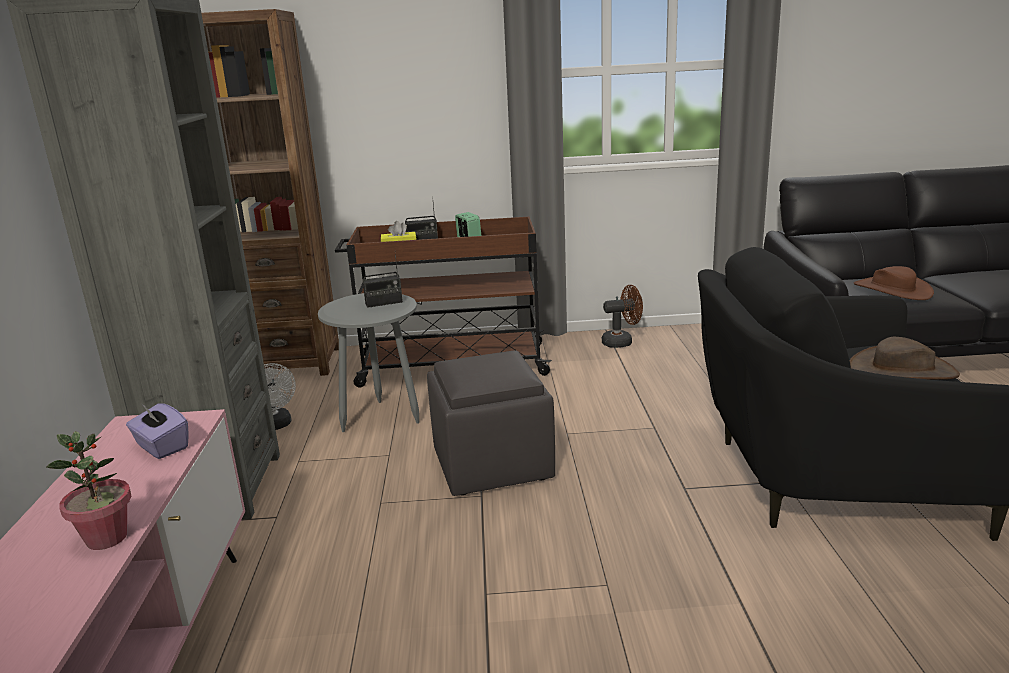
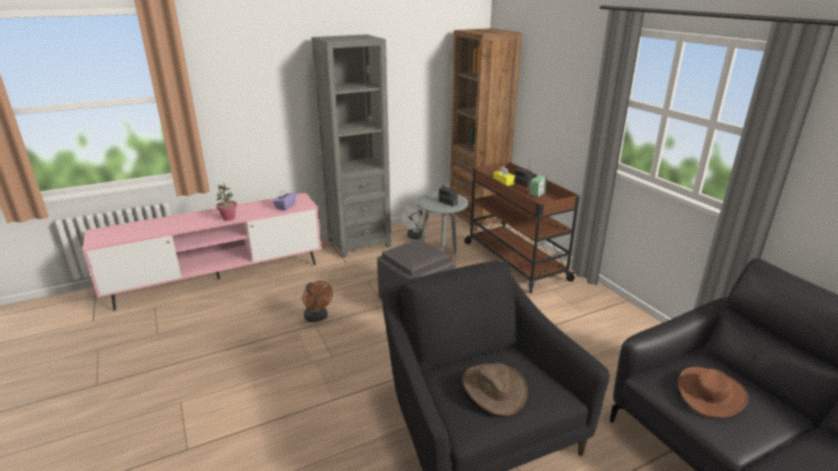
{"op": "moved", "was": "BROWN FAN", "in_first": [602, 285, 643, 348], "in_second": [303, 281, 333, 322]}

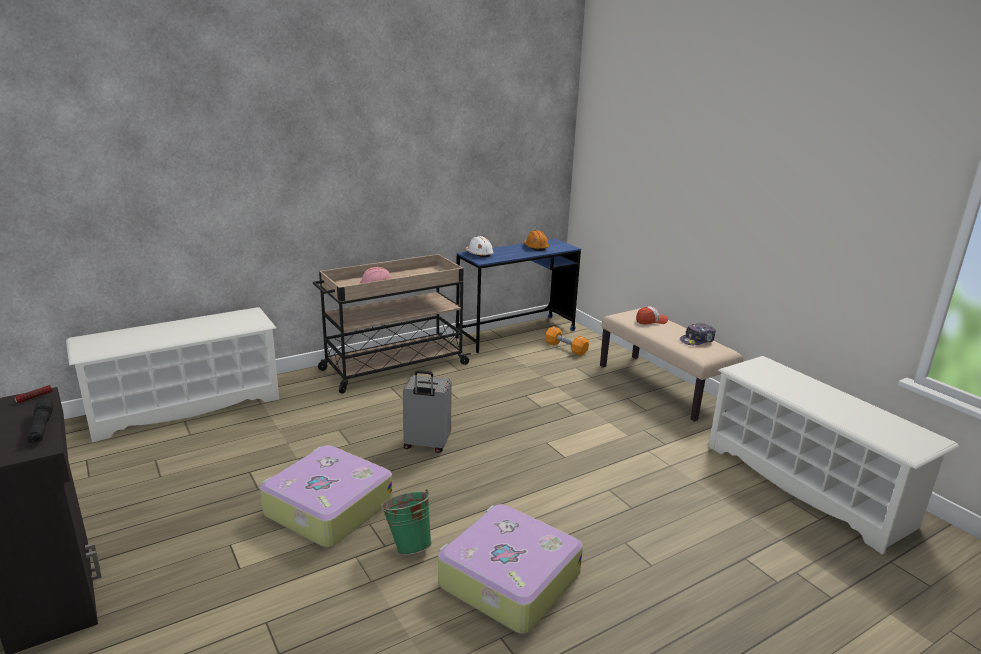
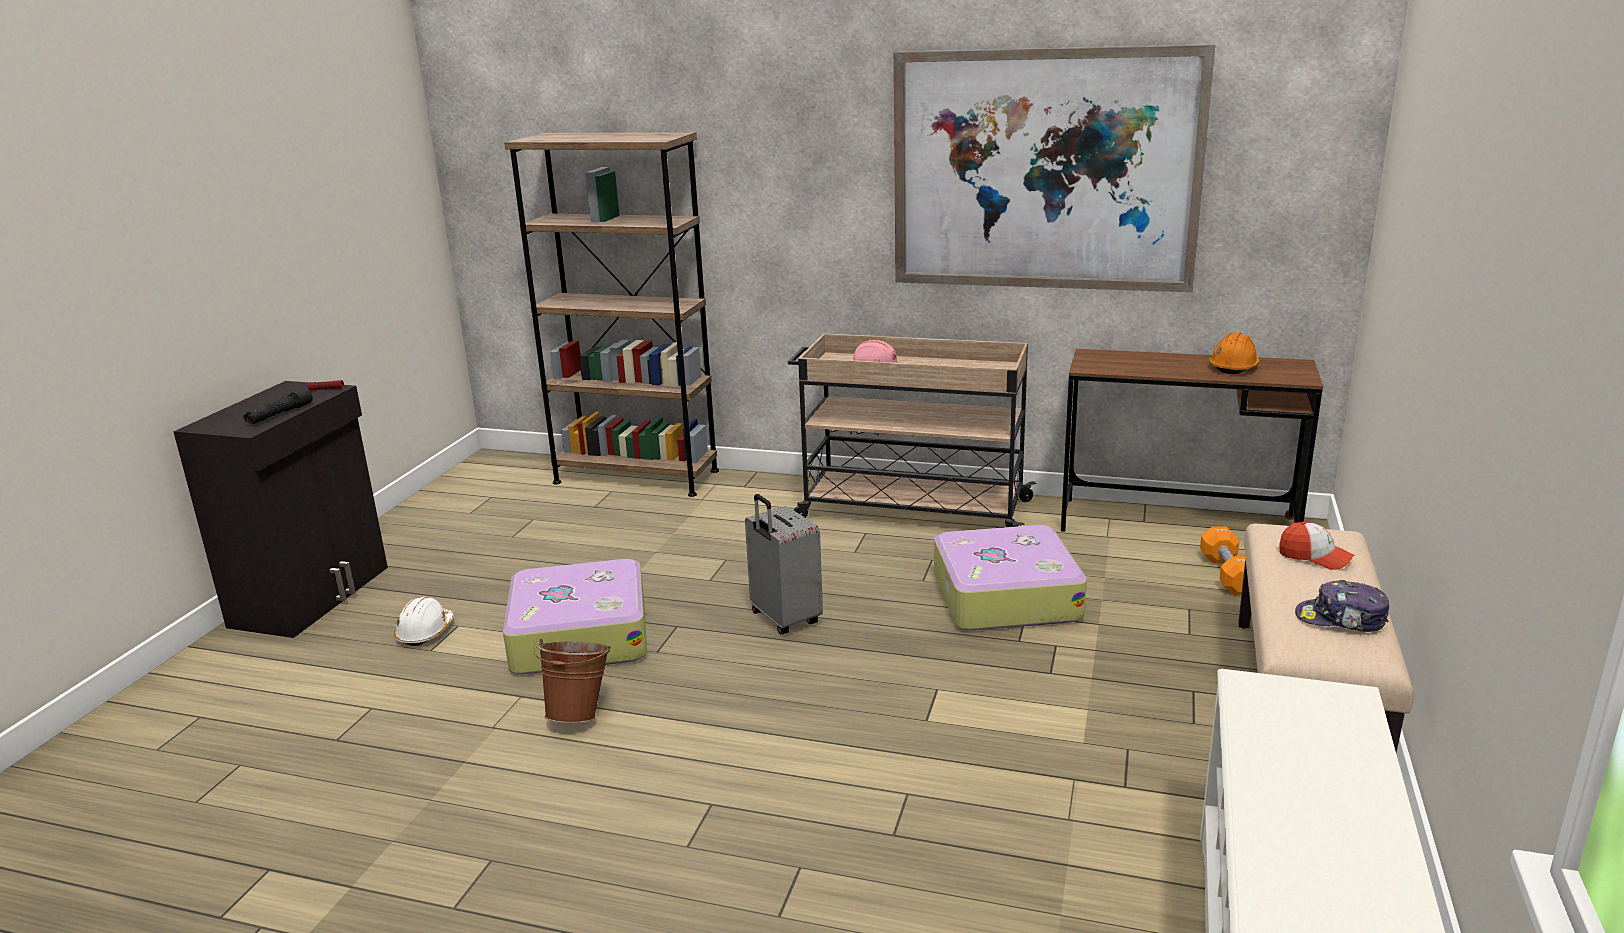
{"op": "moved", "was": "WHITE HARD HAT", "in_first": [465, 236, 494, 258], "in_second": [394, 597, 454, 646]}
{"op": "replaced", "was": "WHITE SHOE RACK", "now": "BROWN BOOKCASE", "in_first": [66, 307, 279, 442], "in_second": [504, 132, 719, 497]}
{"op": "recoloured", "was": "GREEN BUCKET", "now": "BROWN BUCKET", "in_first": [380, 489, 433, 555], "in_second": [534, 639, 610, 723]}
{"op": "added", "now": "PICTURE", "in_second": [894, 44, 1216, 292]}
{"op": "moved", "was": "SUITCASE", "in_first": [438, 504, 583, 634], "in_second": [934, 525, 1087, 631]}
{"op": "recoloured", "was": "BLUE DESK", "now": "BROWN DESK", "in_first": [456, 239, 581, 353], "in_second": [1061, 349, 1323, 532]}

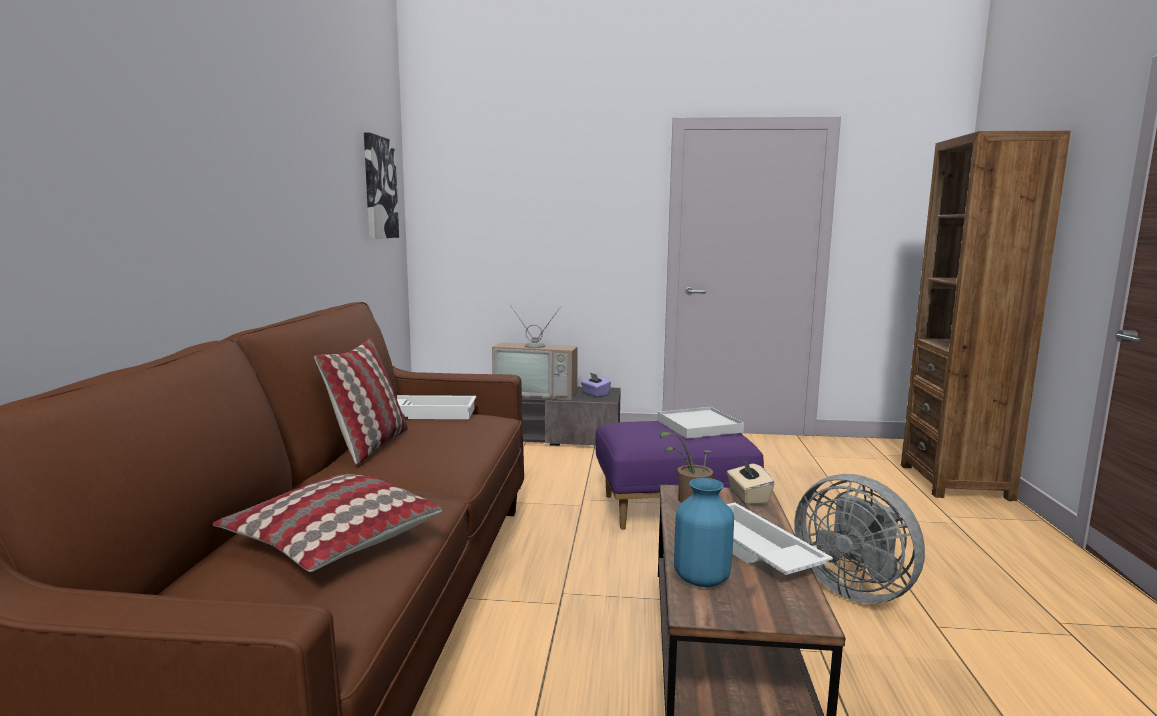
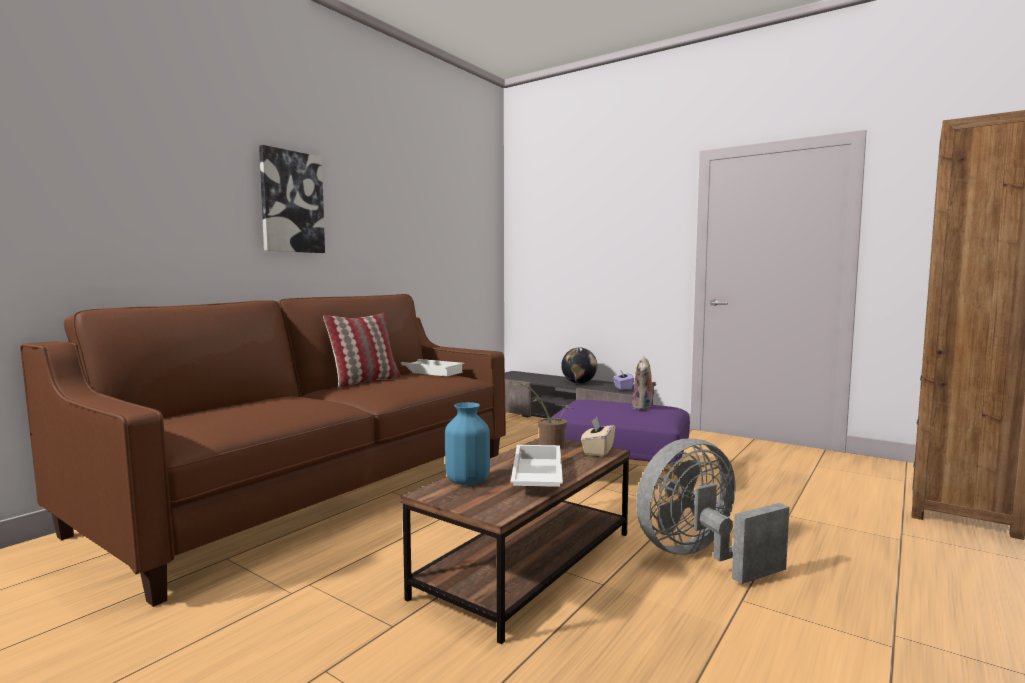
{"op": "moved", "was": "PICTURE", "in_first": [364, 132, 399, 239], "in_second": [259, 145, 325, 253]}
{"op": "replaced", "was": "TELEVISION", "now": "GLOBE", "in_first": [492, 305, 578, 400], "in_second": [561, 348, 597, 384]}
{"op": "replaced", "was": "WHITE TRAY", "now": "PLUSH TOY", "in_first": [657, 407, 744, 439], "in_second": [632, 356, 656, 410]}
{"op": "turned", "was": "GREY FAN", "in_first": [794, 474, 925, 604], "in_second": [636, 438, 790, 584], "clockwise": 75}
{"op": "removed", "was": "PILLOW", "in_first": [213, 474, 442, 572]}

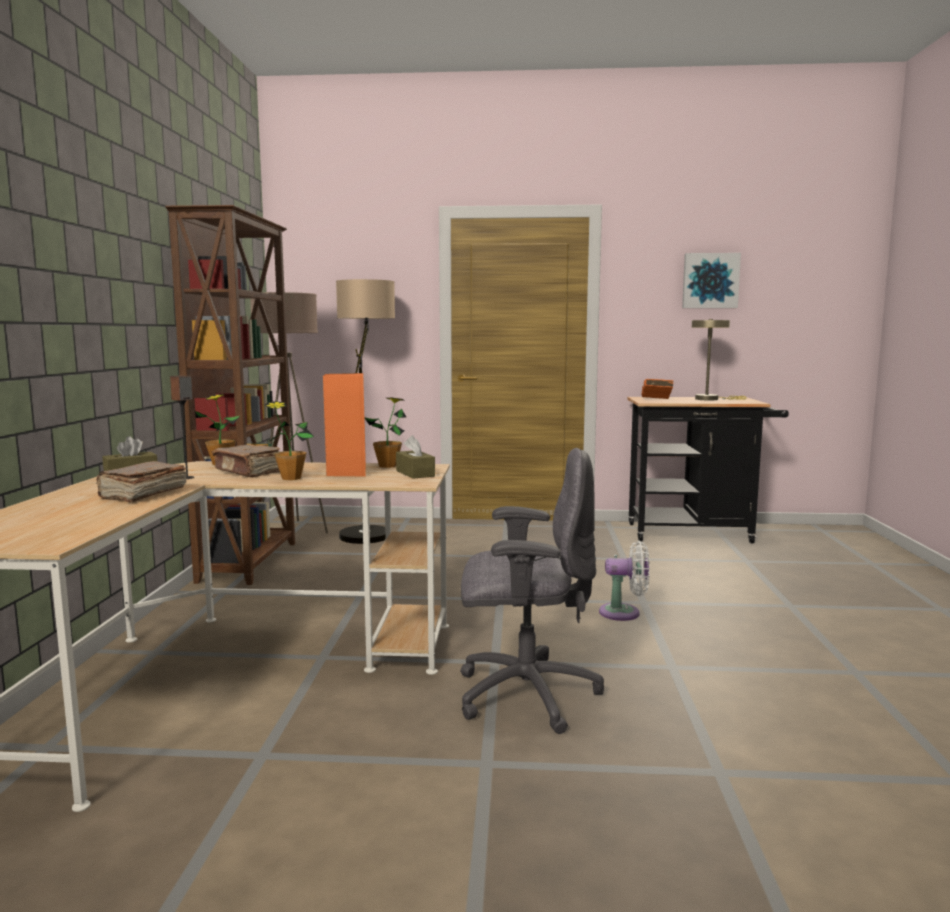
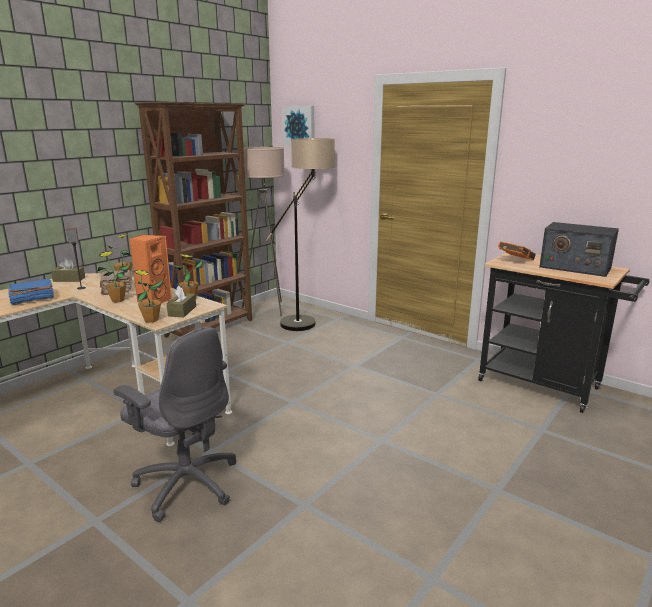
{"op": "recoloured", "was": "BROWN BOOK", "now": "BLUE BOOK", "in_first": [96, 461, 187, 503], "in_second": [8, 279, 54, 305]}
{"op": "added", "now": "POTTED PLANT", "in_second": [133, 270, 163, 323]}
{"op": "moved", "was": "PICTURE", "in_first": [682, 253, 741, 308], "in_second": [282, 106, 314, 146]}
{"op": "replaced", "was": "BEIGE TABLE LAMP", "now": "RADIO", "in_first": [692, 319, 747, 401], "in_second": [539, 222, 619, 277]}
{"op": "removed", "was": "WHITE FAN", "in_first": [599, 541, 650, 621]}

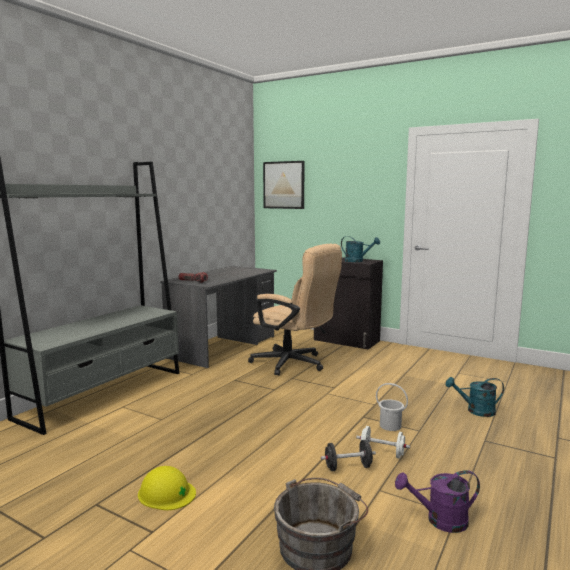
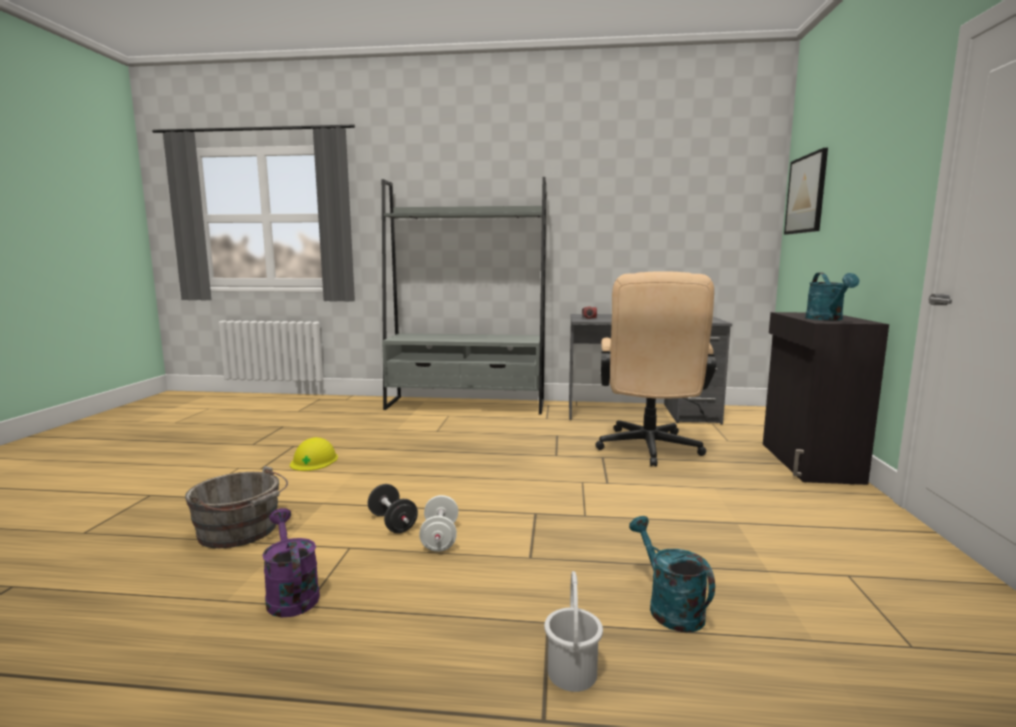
{"op": "moved", "was": "WHITE BUCKET", "in_first": [376, 383, 408, 431], "in_second": [544, 571, 603, 692]}

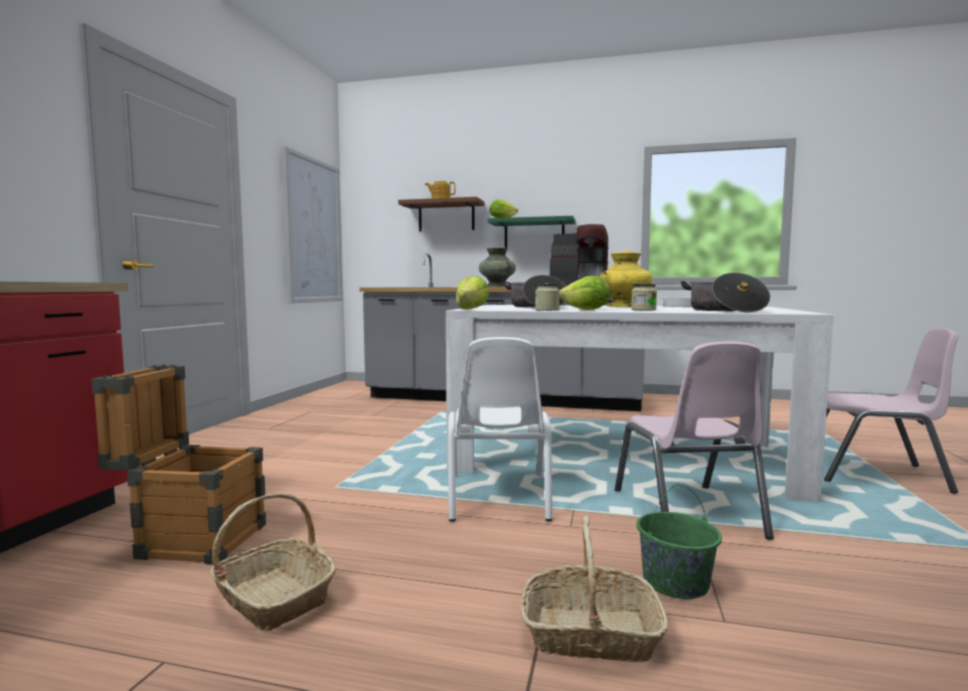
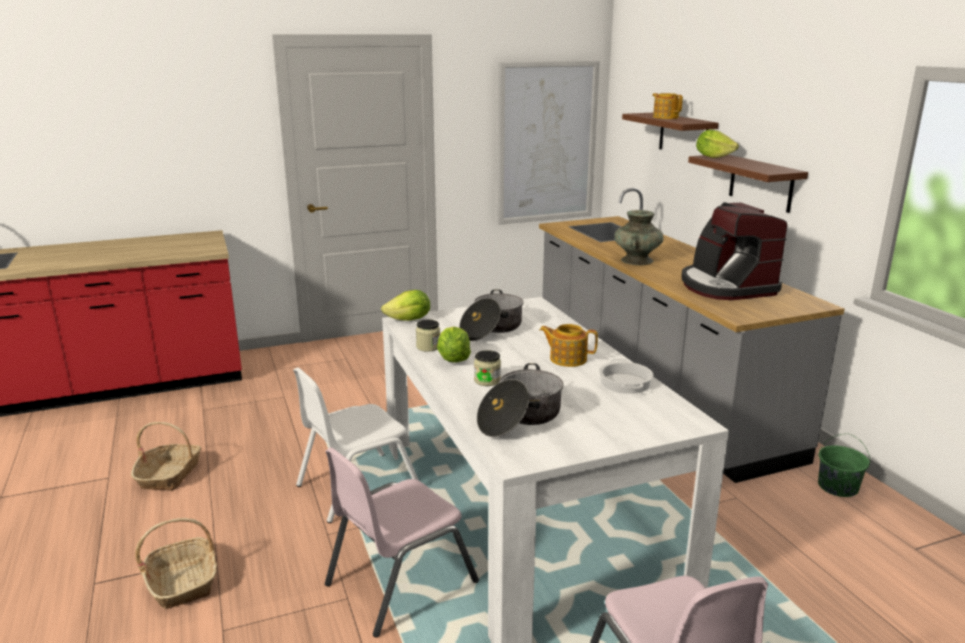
{"op": "replaced", "was": "YELLOW VASE", "now": "TEAPOT", "in_first": [600, 251, 653, 307], "in_second": [540, 324, 598, 367]}
{"op": "recoloured", "was": "GREEN SHELF", "now": "BROWN SHELF", "in_first": [488, 216, 575, 248], "in_second": [688, 155, 808, 213]}
{"op": "moved", "was": "GREEN BUCKET", "in_first": [636, 485, 722, 599], "in_second": [818, 434, 870, 497]}
{"op": "removed", "was": "CRATE", "in_first": [92, 364, 266, 564]}

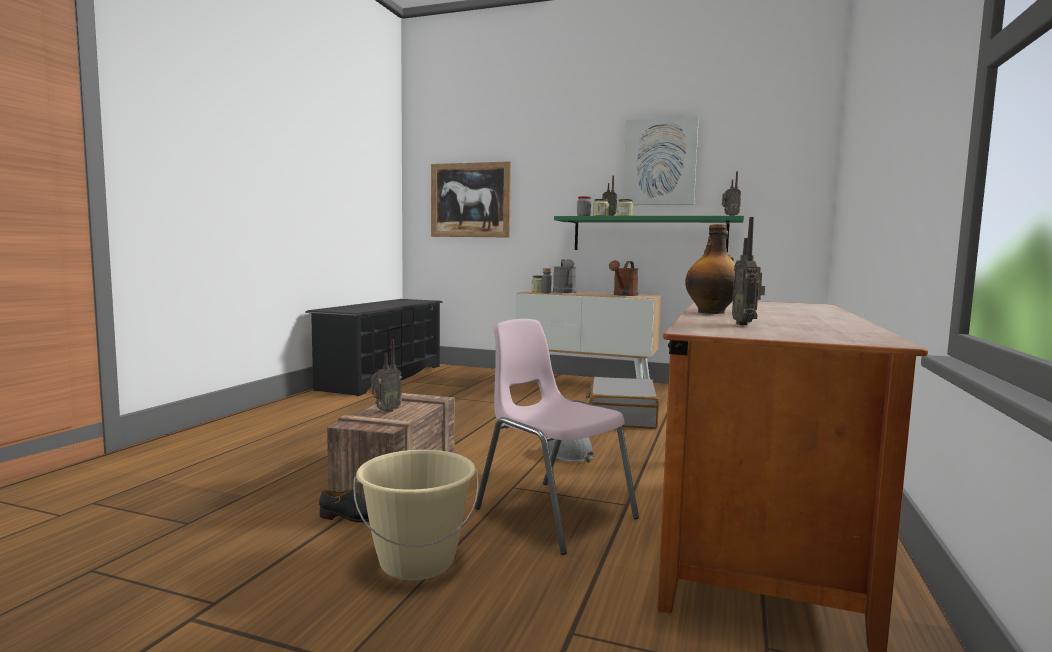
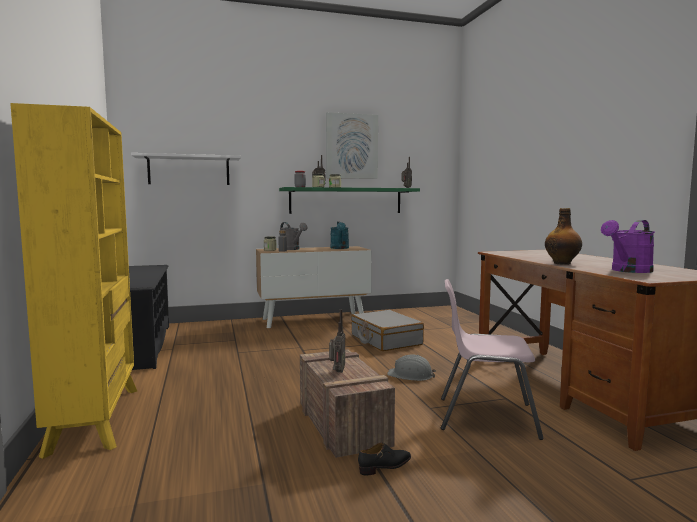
{"op": "added", "now": "YELLOW BOOKCASE", "in_second": [10, 103, 137, 459]}
{"op": "replaced", "was": "PICTURE", "now": "WHITE SHELF", "in_first": [431, 161, 511, 238], "in_second": [131, 153, 241, 185]}
{"op": "recoloured", "was": "BROWN WATERING CAN", "now": "TURQUOISE WATERING CAN", "in_first": [609, 260, 638, 296], "in_second": [330, 222, 349, 249]}
{"op": "replaced", "was": "RADIO", "now": "PURPLE WATERING CAN", "in_first": [732, 217, 765, 325], "in_second": [601, 220, 655, 273]}
{"op": "removed", "was": "BEIGE BUCKET", "in_first": [353, 450, 479, 580]}

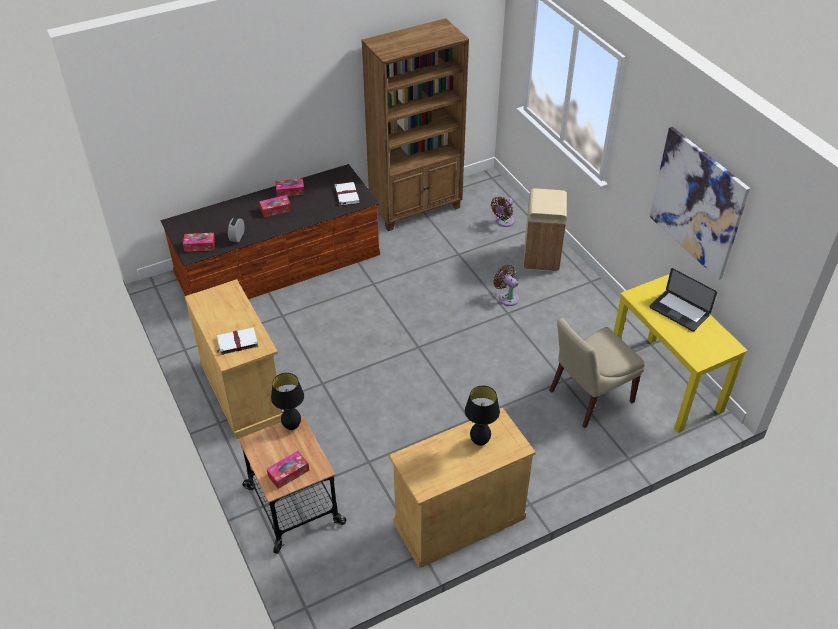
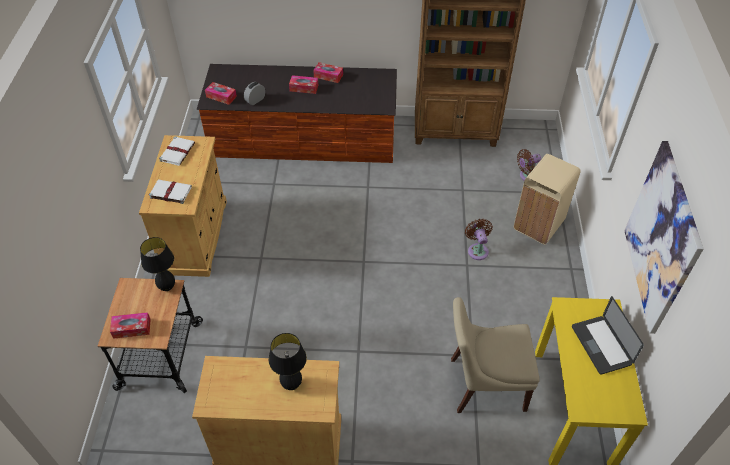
{"op": "moved", "was": "WHITE BOOK", "in_first": [334, 182, 360, 206], "in_second": [159, 136, 195, 166]}

